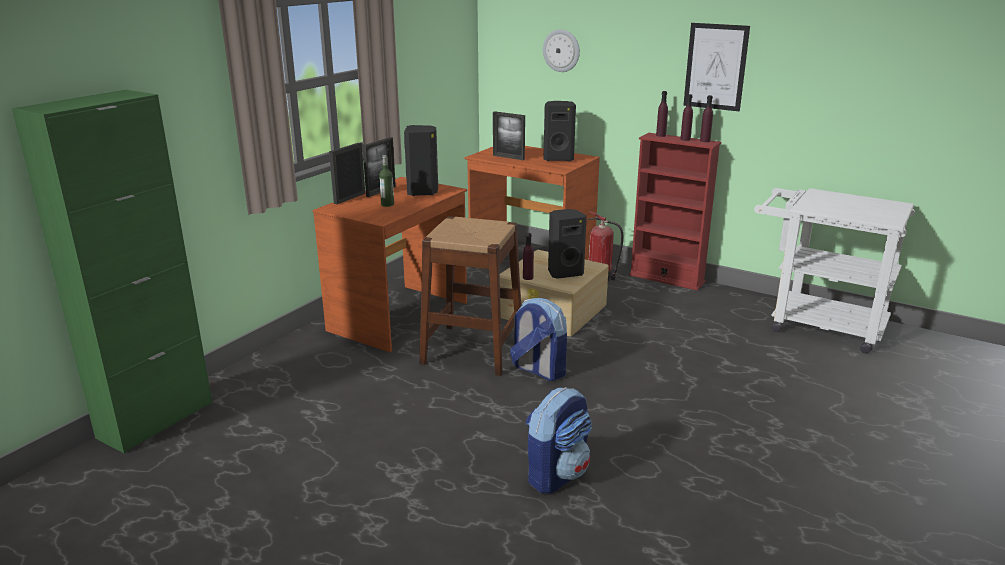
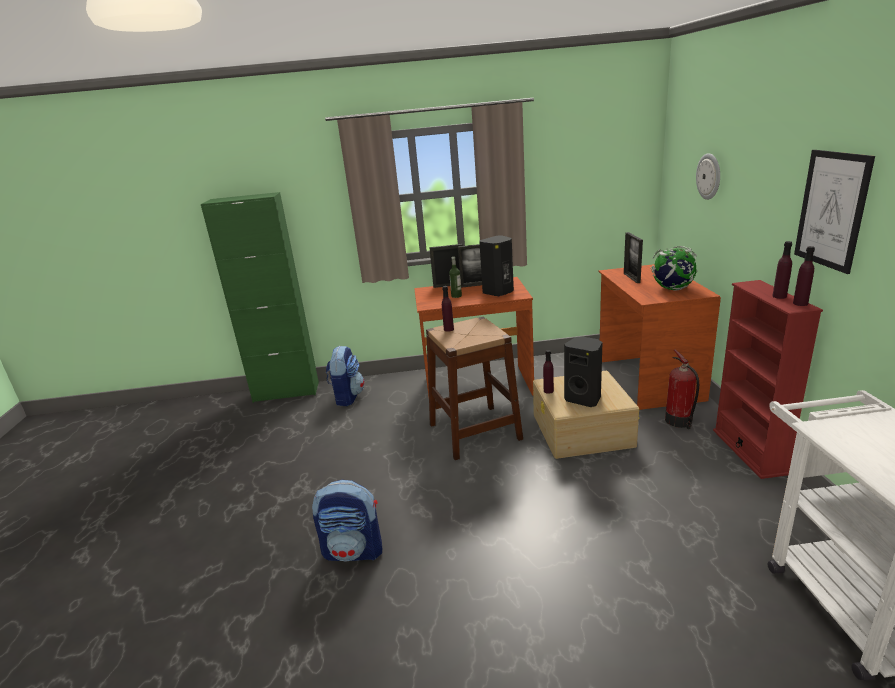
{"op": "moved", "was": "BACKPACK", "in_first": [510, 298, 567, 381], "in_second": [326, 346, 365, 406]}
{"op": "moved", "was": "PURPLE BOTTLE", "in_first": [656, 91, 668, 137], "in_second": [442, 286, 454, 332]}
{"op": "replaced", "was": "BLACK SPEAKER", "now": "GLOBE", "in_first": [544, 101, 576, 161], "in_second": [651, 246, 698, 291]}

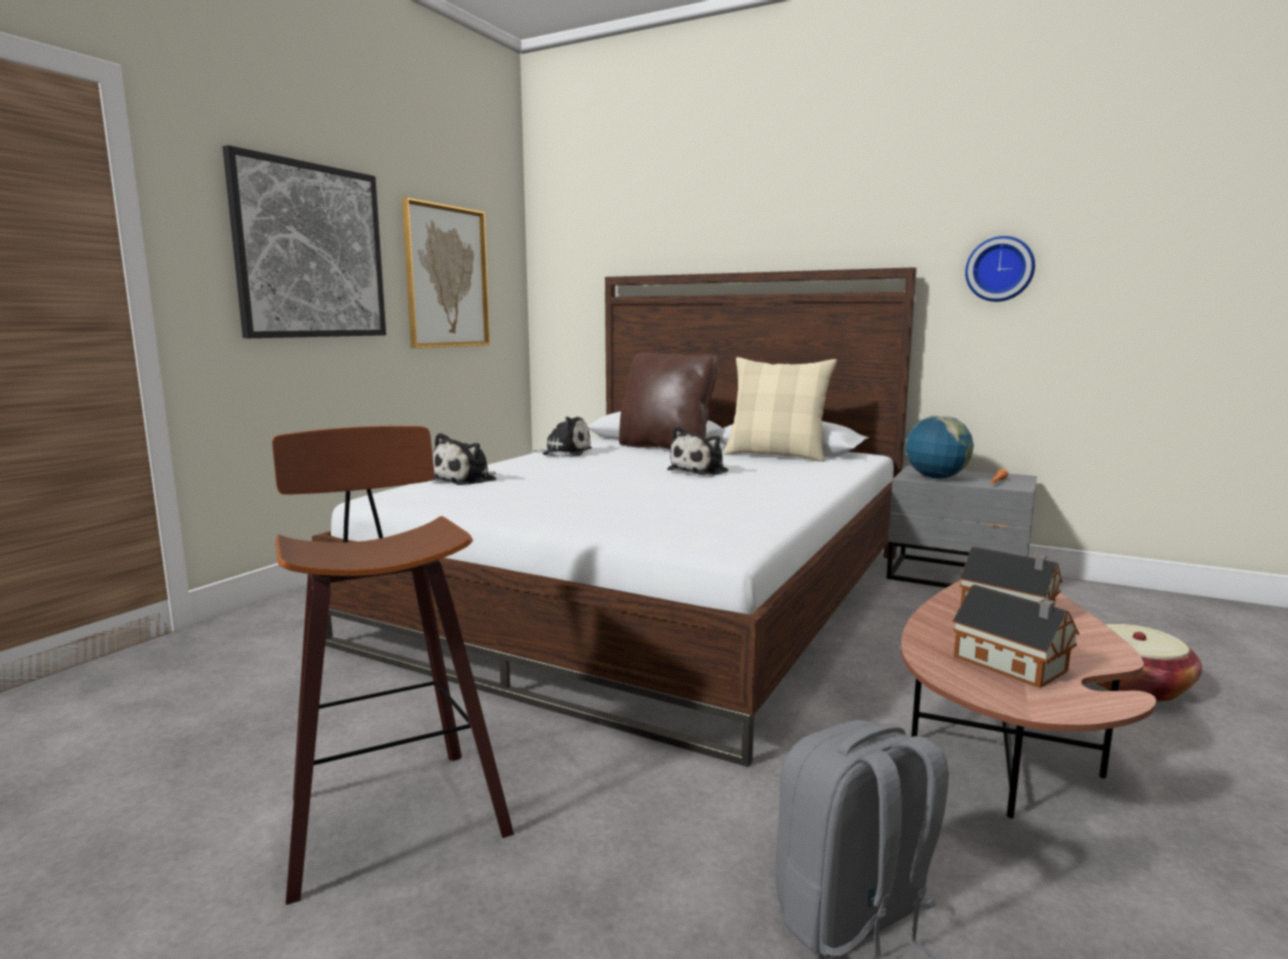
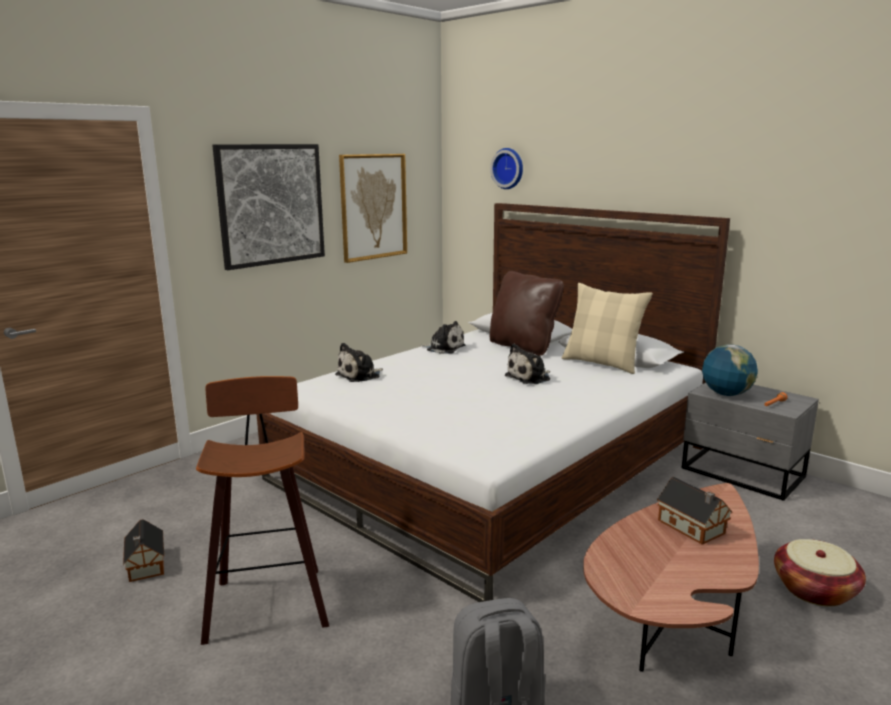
{"op": "moved", "was": "TOY HOUSE", "in_first": [953, 585, 1079, 688], "in_second": [123, 519, 164, 582]}
{"op": "moved", "was": "WALL CLOCK", "in_first": [965, 236, 1035, 302], "in_second": [490, 148, 523, 189]}

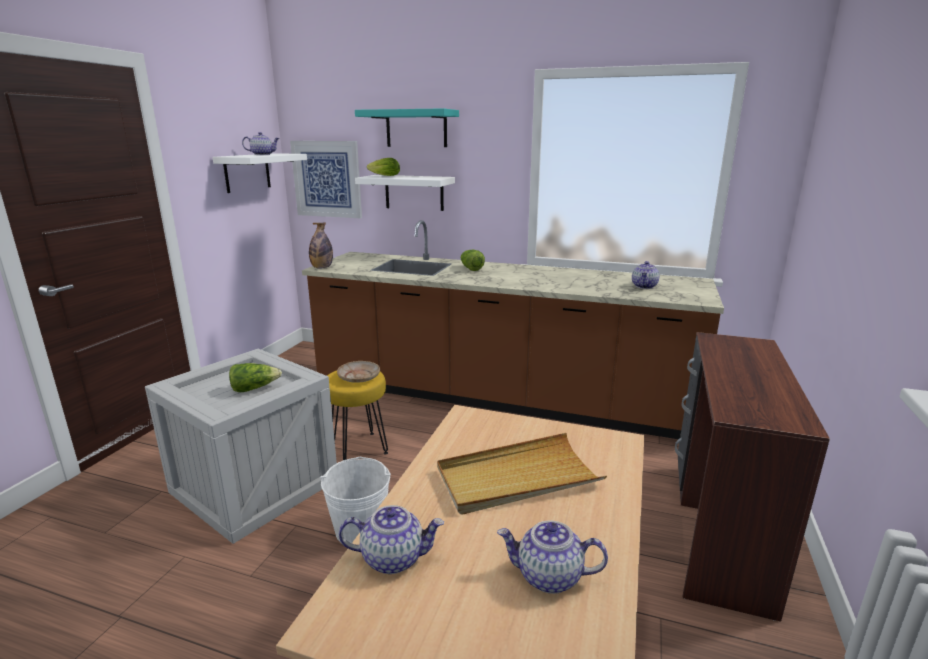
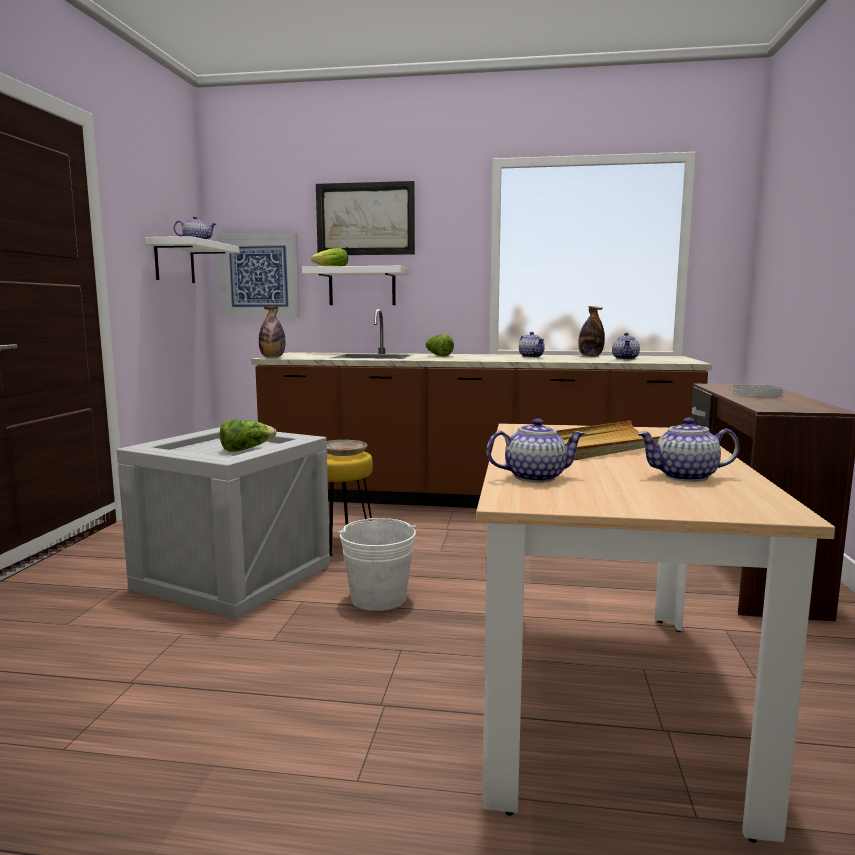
{"op": "replaced", "was": "TURQUOISE SHELF", "now": "PICTURE", "in_first": [355, 108, 459, 147], "in_second": [316, 181, 415, 255]}
{"op": "added", "now": "TEAPOT", "in_second": [519, 332, 545, 358]}
{"op": "added", "now": "BOTTLE", "in_second": [578, 306, 605, 357]}
{"op": "added", "now": "WHITE PLATE", "in_second": [733, 385, 783, 397]}

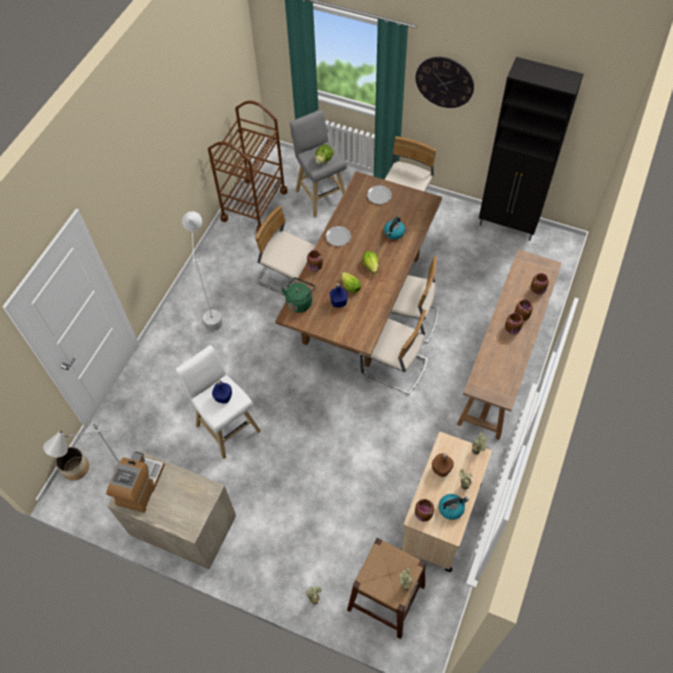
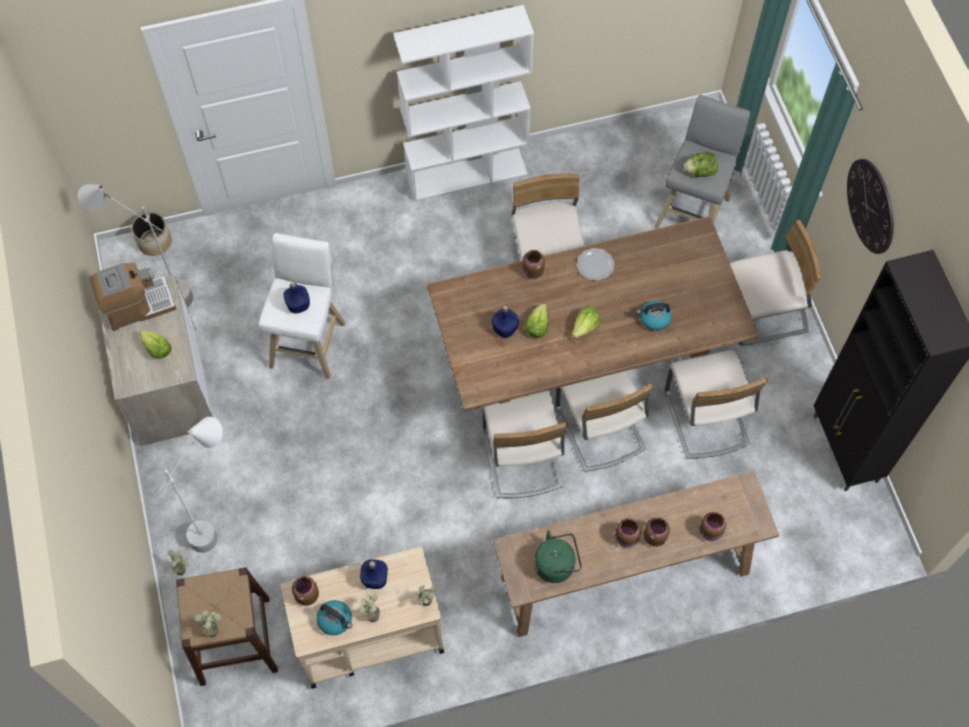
{"op": "added", "now": "LETTUCE", "in_second": [140, 329, 172, 358]}
{"op": "moved", "was": "WHITE FLOOR LAMP", "in_first": [182, 211, 223, 331], "in_second": [159, 417, 223, 553]}
{"op": "recoloured", "was": "BROWN BOTTLE", "now": "BLUE BOTTLE", "in_first": [432, 453, 454, 477], "in_second": [360, 559, 388, 589]}
{"op": "added", "now": "WHITE BOOKCASE", "in_second": [393, 5, 534, 202]}
{"op": "moved", "was": "GREEN KETTLE", "in_first": [281, 278, 316, 313], "in_second": [534, 530, 582, 583]}
{"op": "added", "now": "BEIGE CHAIR", "in_second": [665, 350, 768, 459]}
{"op": "removed", "was": "BROWN CART", "in_first": [208, 101, 287, 232]}
{"op": "removed", "was": "PLATE", "in_first": [367, 185, 392, 204]}

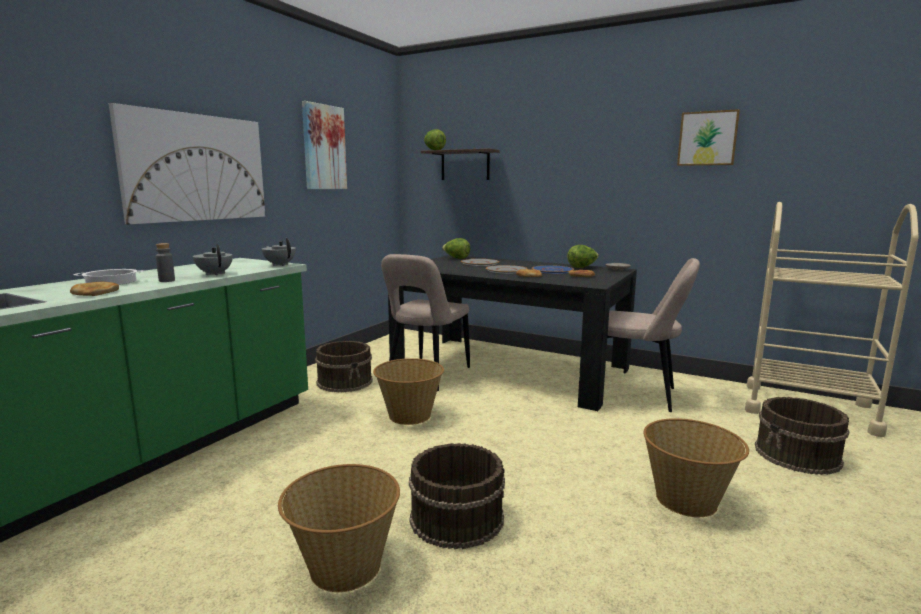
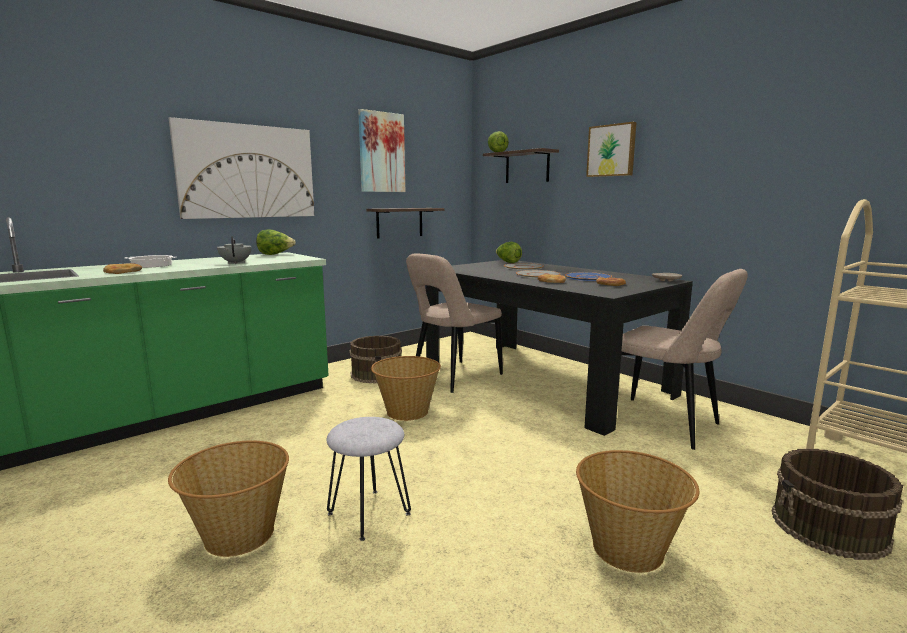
{"op": "moved", "was": "LETTUCE", "in_first": [567, 245, 599, 268], "in_second": [256, 229, 296, 255]}
{"op": "replaced", "was": "BROWN BUCKET", "now": "GREY STOOL", "in_first": [409, 443, 505, 549], "in_second": [327, 417, 411, 541]}
{"op": "added", "now": "SHELF", "in_second": [367, 208, 444, 239]}
{"op": "moved", "was": "PICTURE", "in_first": [677, 109, 740, 166], "in_second": [586, 122, 637, 177]}
{"op": "removed", "was": "GREY BOTTLE", "in_first": [156, 243, 175, 282]}
{"op": "removed", "was": "GREY TEAPOT", "in_first": [262, 238, 296, 266]}

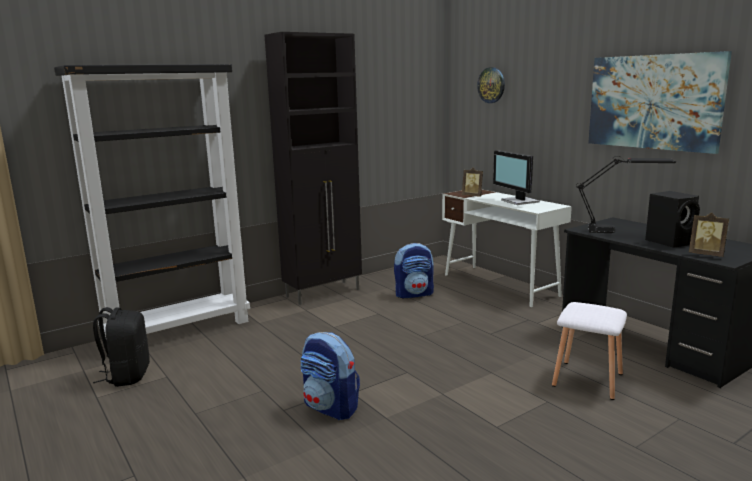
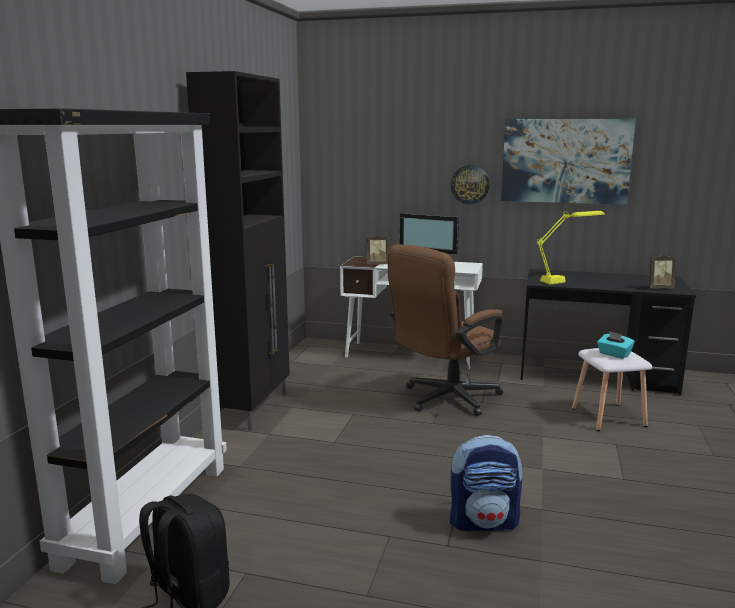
{"op": "added", "now": "BROWN OFFICE CHAIR", "in_second": [388, 244, 503, 416]}
{"op": "moved", "was": "WALL CLOCK", "in_first": [477, 67, 505, 103], "in_second": [451, 165, 490, 204]}
{"op": "recoloured", "was": "BLACK TABLE LAMP", "now": "YELLOW TABLE LAMP", "in_first": [576, 156, 676, 233], "in_second": [537, 211, 605, 285]}
{"op": "added", "now": "TURQUOISE TISSUE BOX", "in_second": [597, 331, 634, 359]}
{"op": "removed", "was": "BACKPACK", "in_first": [394, 243, 434, 298]}
{"op": "removed", "was": "BLACK SPEAKER", "in_first": [645, 191, 700, 248]}

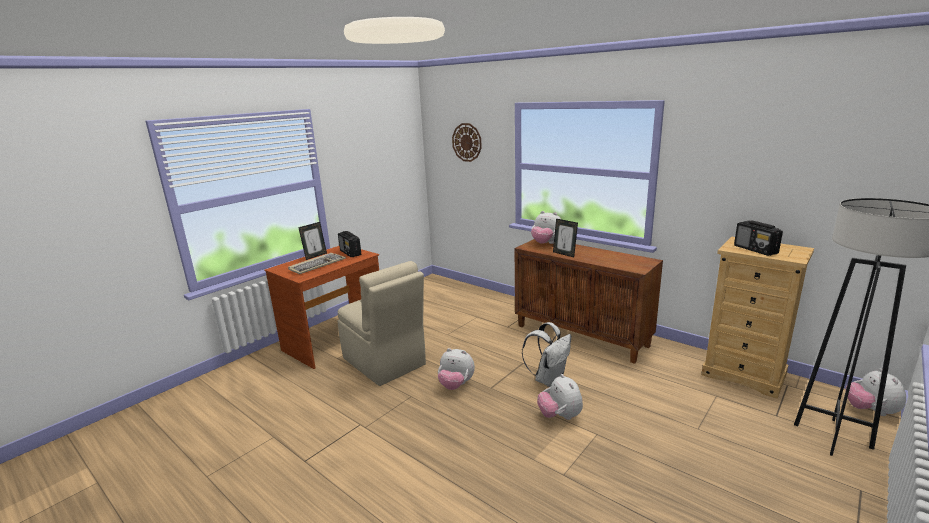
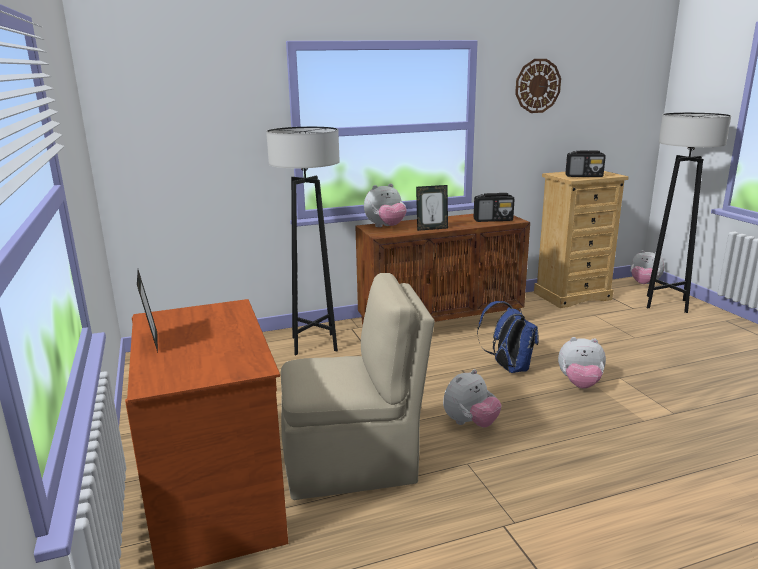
{"op": "added", "now": "GREY FLOOR LAMP", "in_second": [266, 127, 340, 355]}
{"op": "moved", "was": "RADIO", "in_first": [338, 231, 361, 257], "in_second": [474, 193, 515, 222]}
{"op": "recoloured", "was": "WHITE BACKPACK", "now": "BLUE BACKPACK", "in_first": [522, 322, 572, 387], "in_second": [477, 301, 538, 373]}
{"op": "moved", "was": "WALL CLOCK", "in_first": [452, 123, 482, 162], "in_second": [515, 59, 561, 113]}
{"op": "removed", "was": "KEYBOARD", "in_first": [288, 253, 346, 274]}

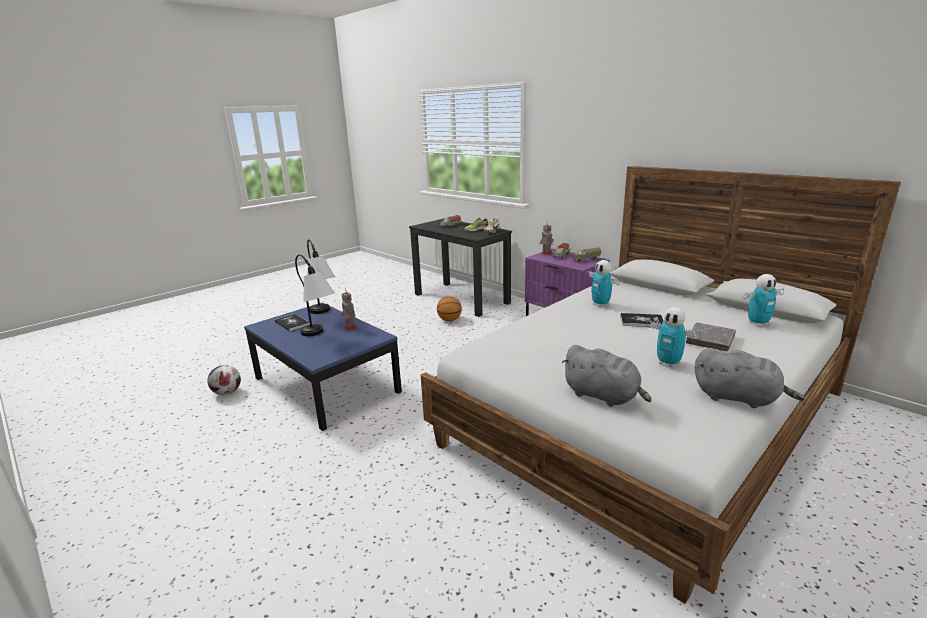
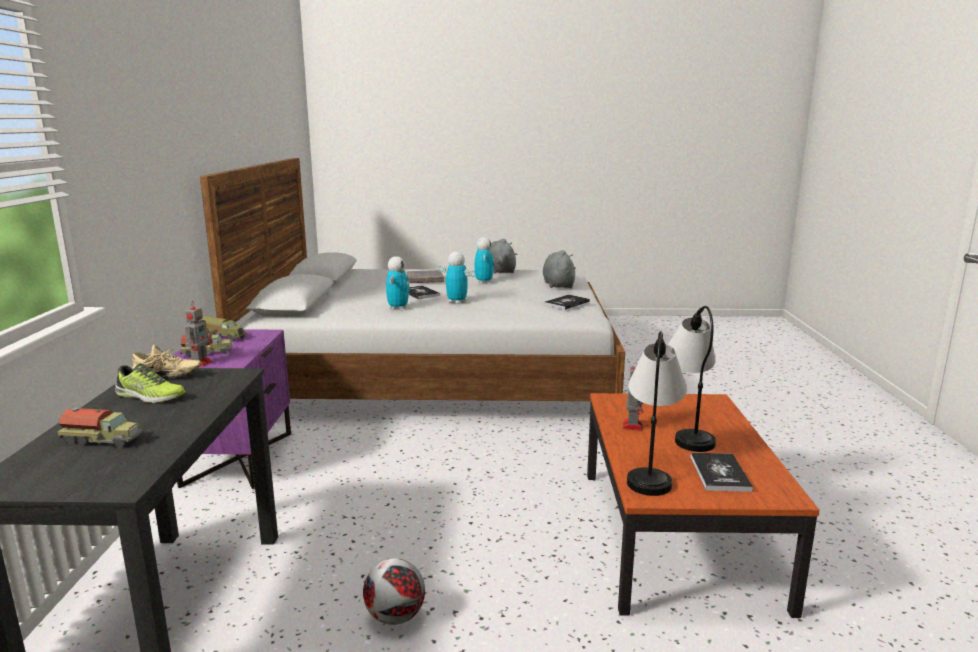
{"op": "moved", "was": "FOOTBALL", "in_first": [207, 365, 241, 395], "in_second": [363, 558, 425, 625]}
{"op": "moved", "was": "TOY ROBOT", "in_first": [743, 274, 784, 326], "in_second": [439, 251, 475, 304]}
{"op": "added", "now": "BOOK", "in_second": [544, 294, 590, 310]}
{"op": "recoloured", "was": "BLUE COFFEE TABLE", "now": "BROWN COFFEE TABLE", "in_first": [244, 303, 402, 431], "in_second": [587, 393, 819, 618]}
{"op": "removed", "was": "BASKETBALL", "in_first": [437, 296, 462, 321]}

